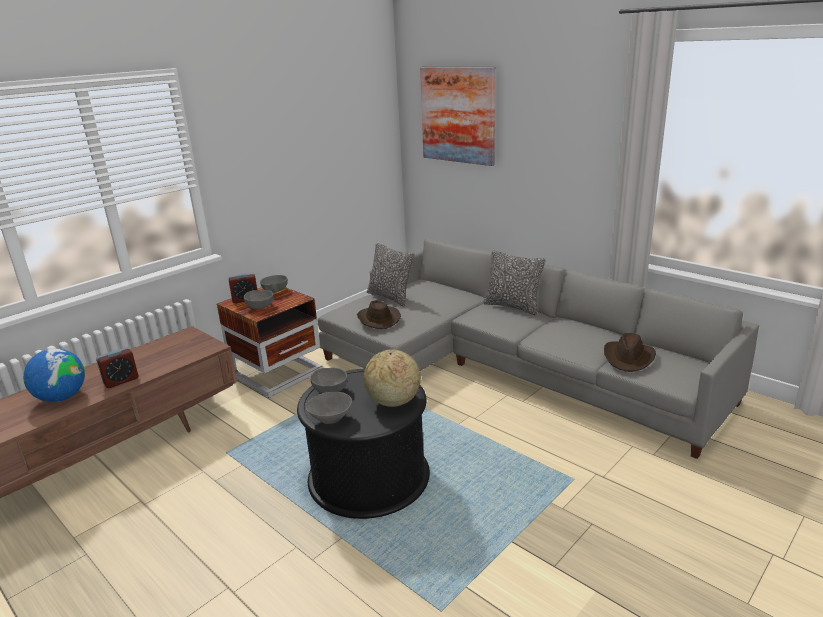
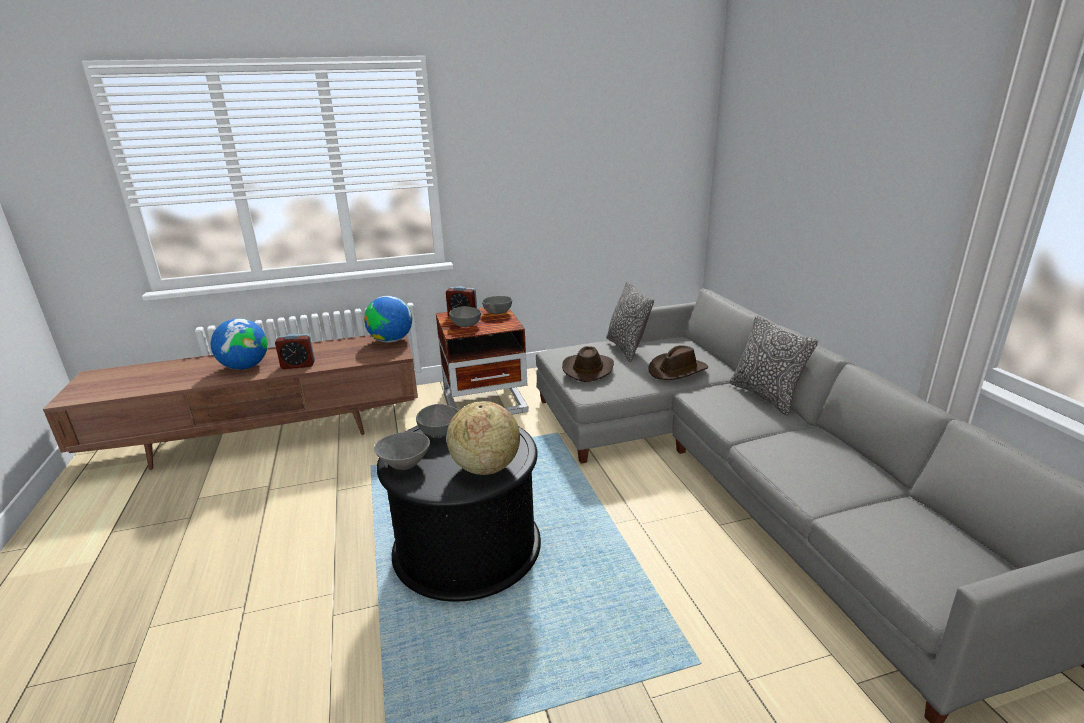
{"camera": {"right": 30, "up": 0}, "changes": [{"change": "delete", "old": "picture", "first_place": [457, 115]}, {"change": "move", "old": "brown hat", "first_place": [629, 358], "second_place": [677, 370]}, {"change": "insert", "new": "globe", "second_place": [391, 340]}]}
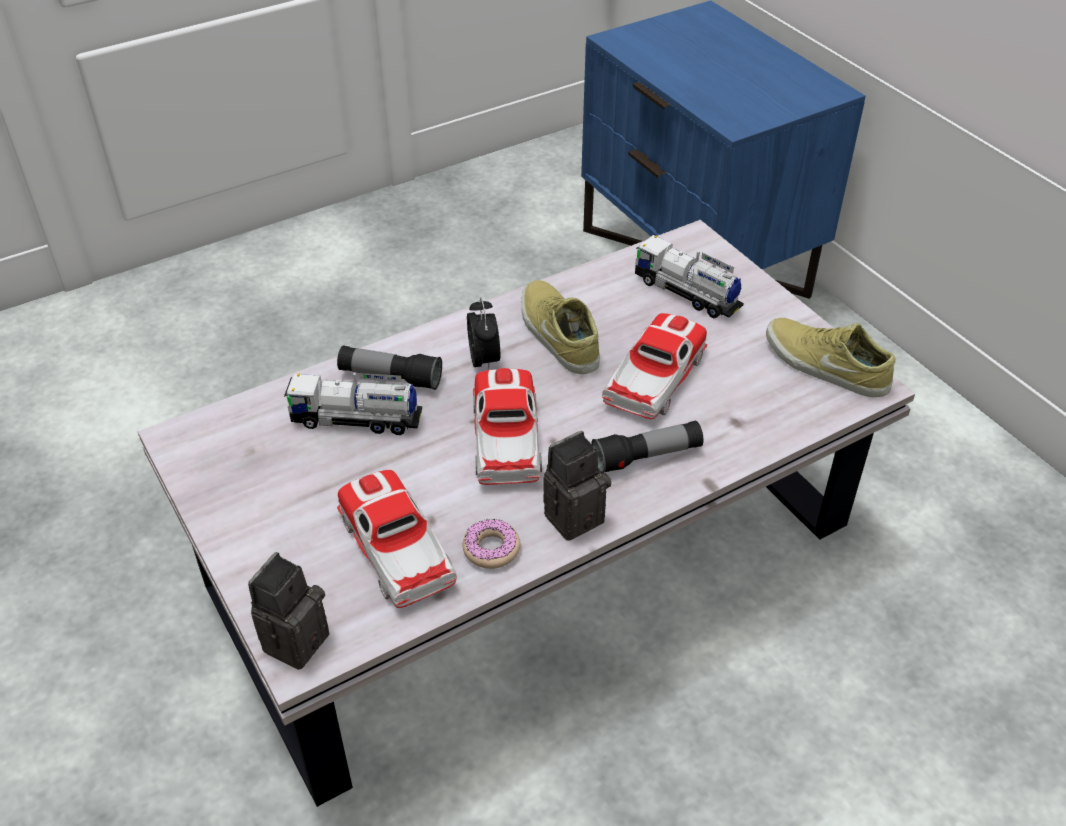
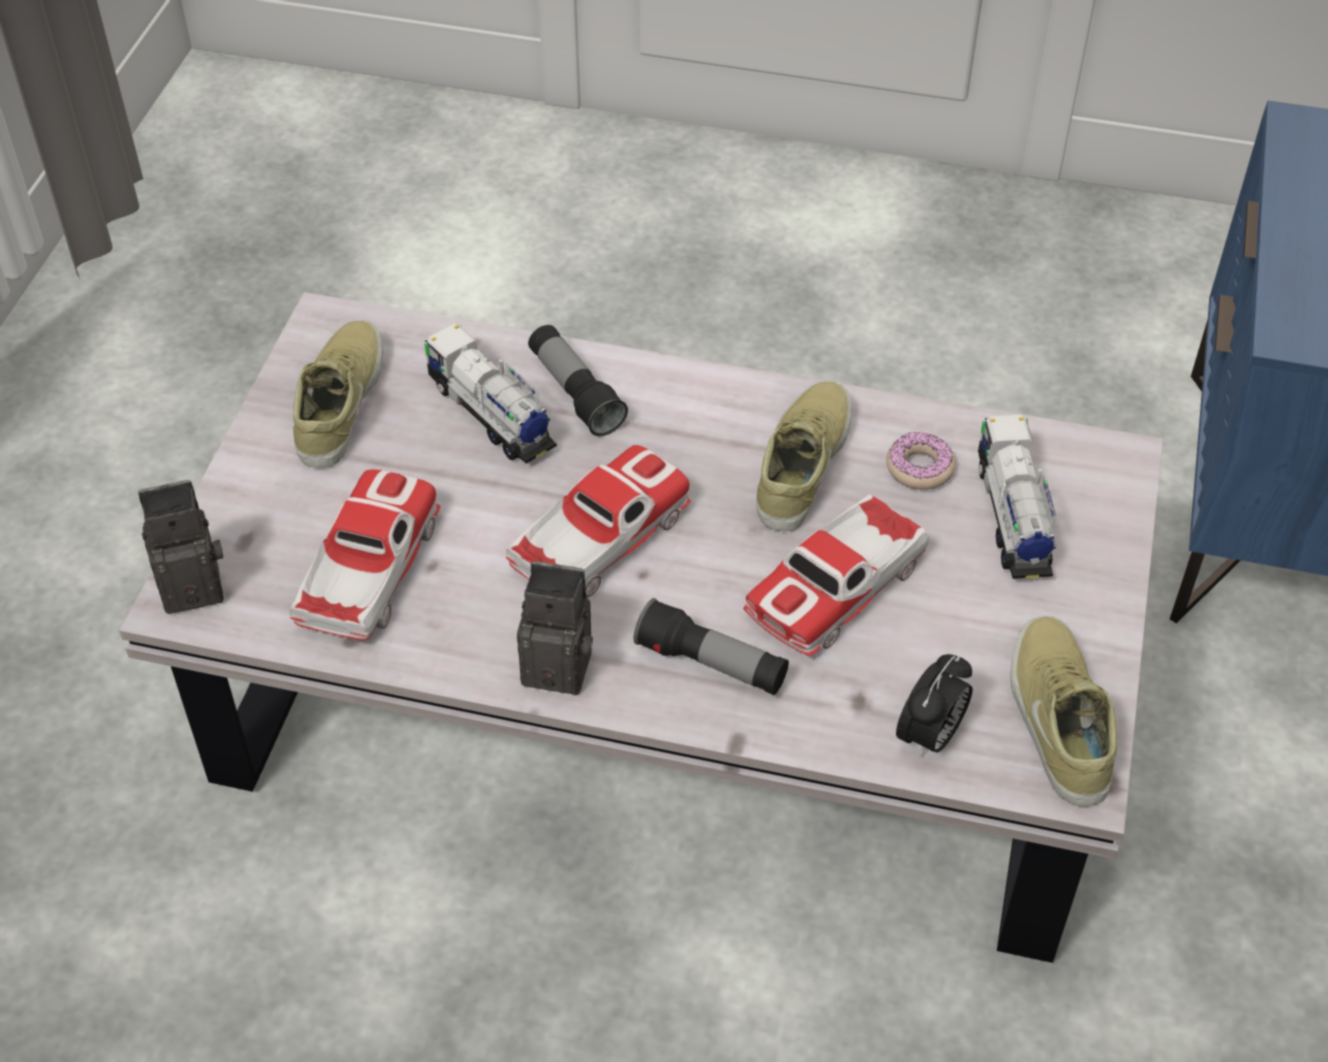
{"camera": {"right": 45, "up": 5}, "changes": [{"change": "move", "old": "alarm clock", "first_place": [484, 361], "second_place": [930, 737]}, {"change": "rotate", "old": "toy car", "first_place": [654, 379], "second_place": [836, 587], "degrees": 150}, {"change": "move", "old": "donut", "first_place": [491, 549], "second_place": [919, 468]}, {"change": "insert", "new": "beige shoe", "second_place": [337, 402]}]}
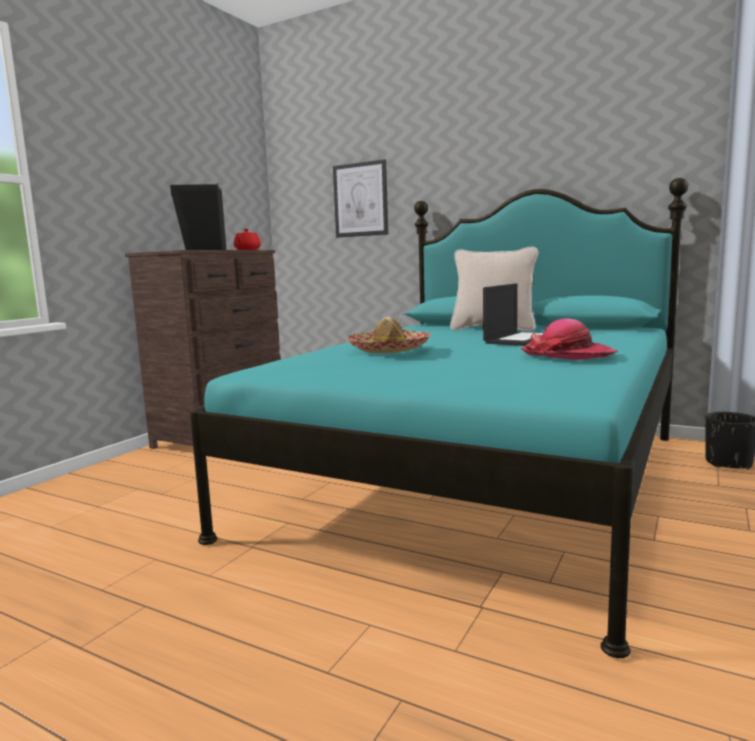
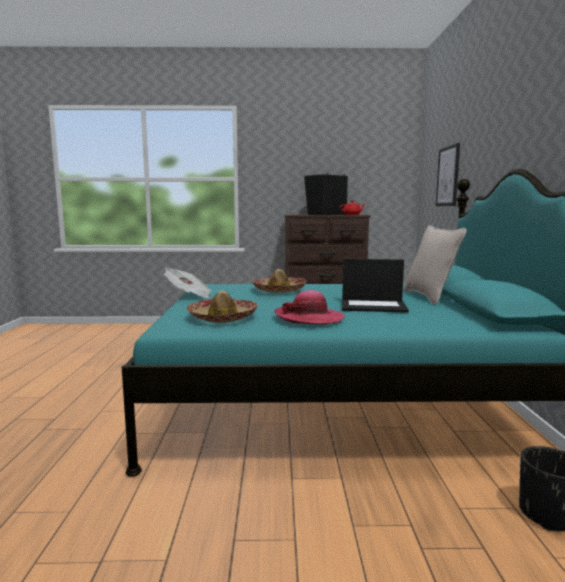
{"camera": {"right": 60, "up": 0}, "changes": [{"change": "insert", "new": "newspaper", "second_place": [189, 295]}, {"change": "insert", "new": "hat", "second_place": [223, 317]}]}
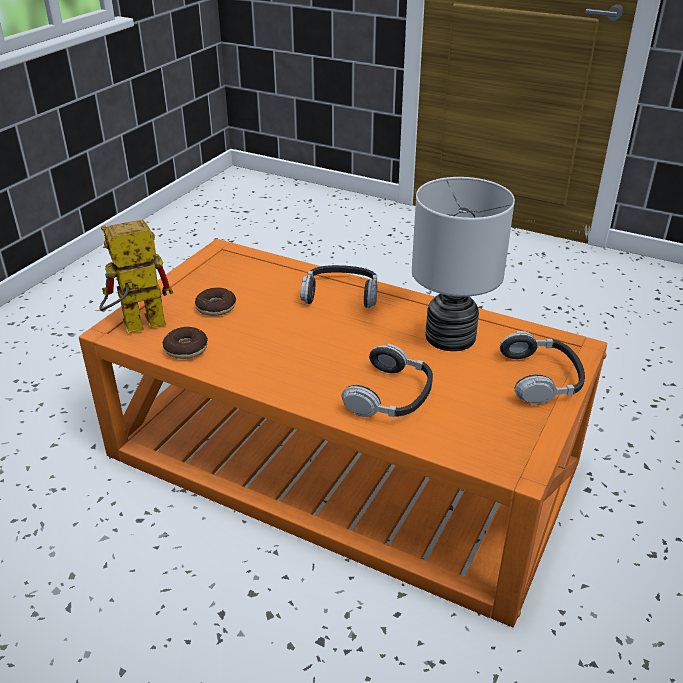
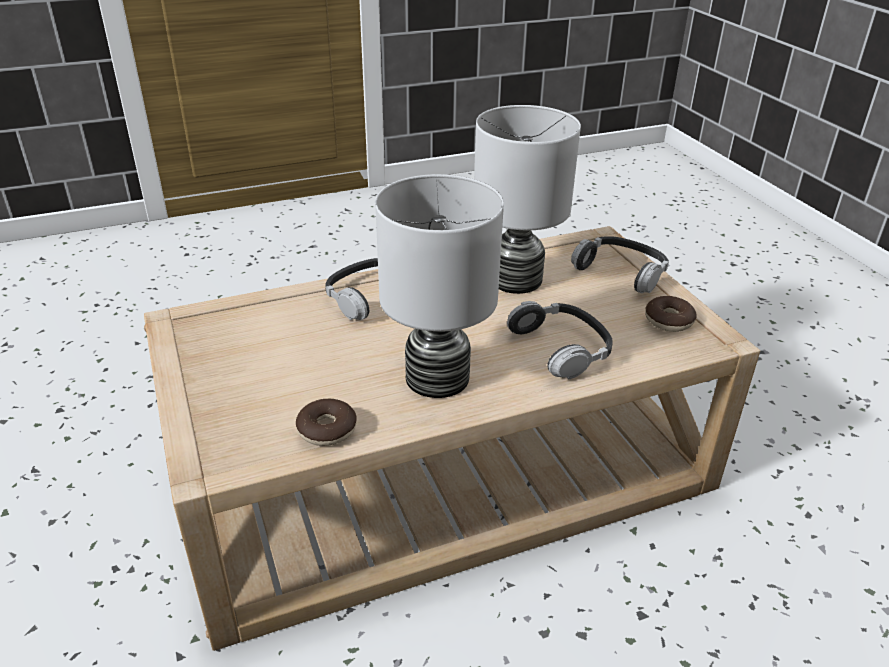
{"camera": {"right": -50, "up": 0}, "changes": [{"change": "delete", "old": "toy robot", "first_place": [135, 327]}, {"change": "recolor", "old": "orange coffee table", "new": "beige coffee table", "first_place": [339, 461], "second_place": [443, 471]}, {"change": "move", "old": "donut", "first_place": [216, 307], "second_place": [668, 320]}, {"change": "insert", "new": "grey table lamp", "second_place": [436, 378]}]}
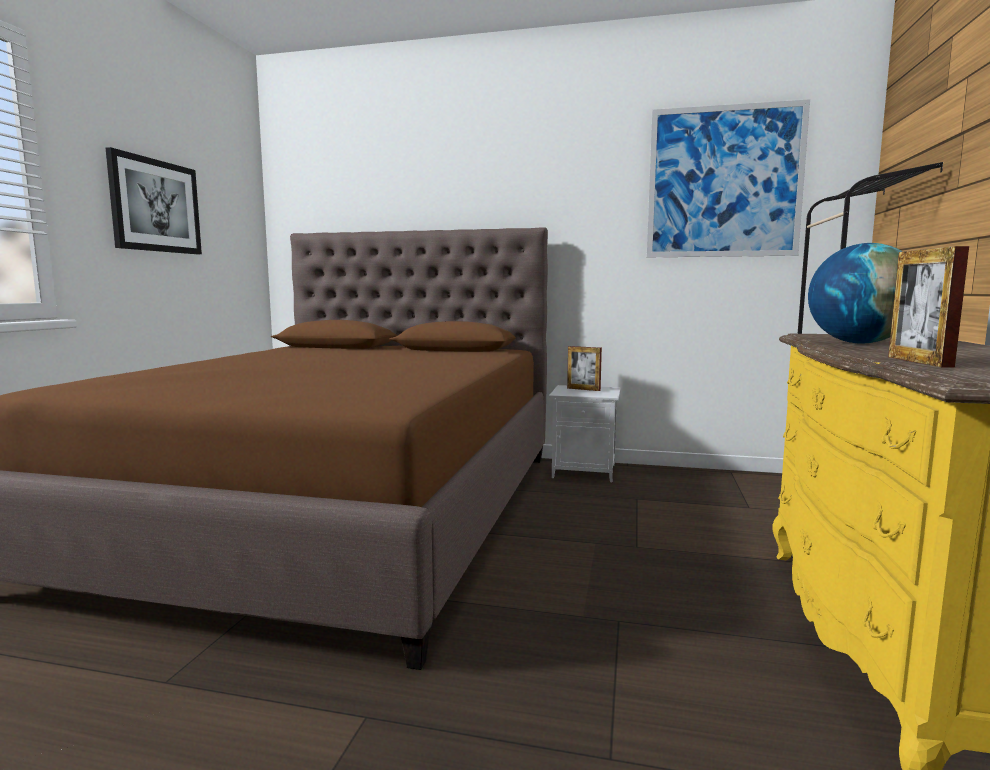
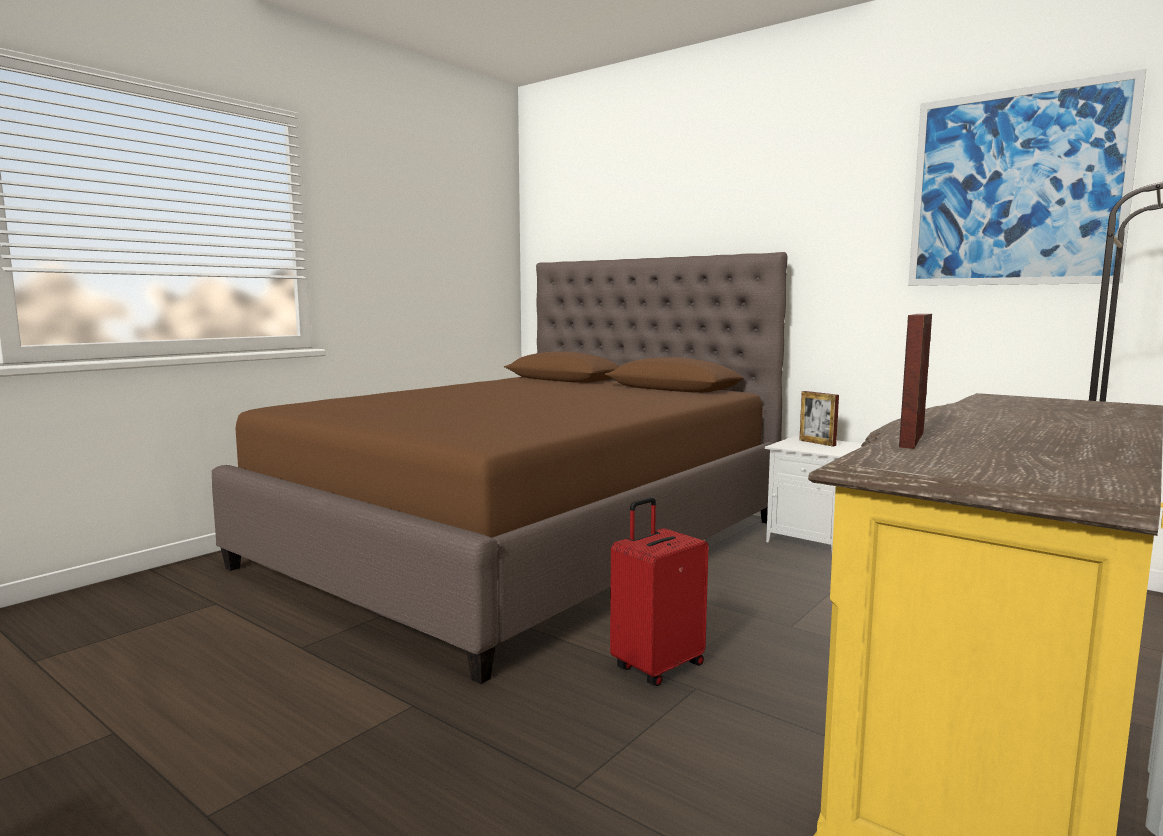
{"camera": {"right": 25, "up": 0}, "changes": [{"change": "delete", "old": "picture", "first_place": [155, 206]}, {"change": "delete", "old": "globe", "first_place": [859, 343]}, {"change": "insert", "new": "red suitcase", "second_place": [657, 666]}]}
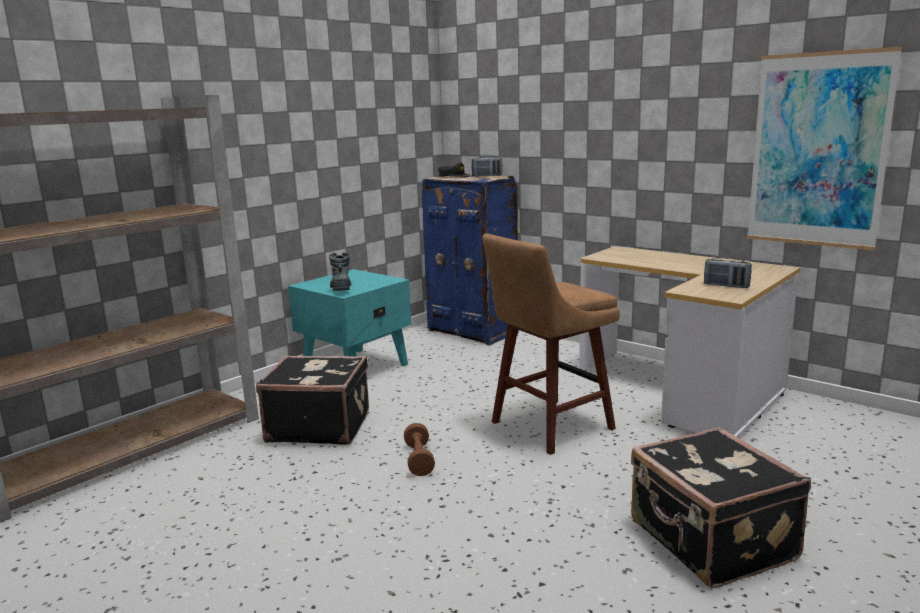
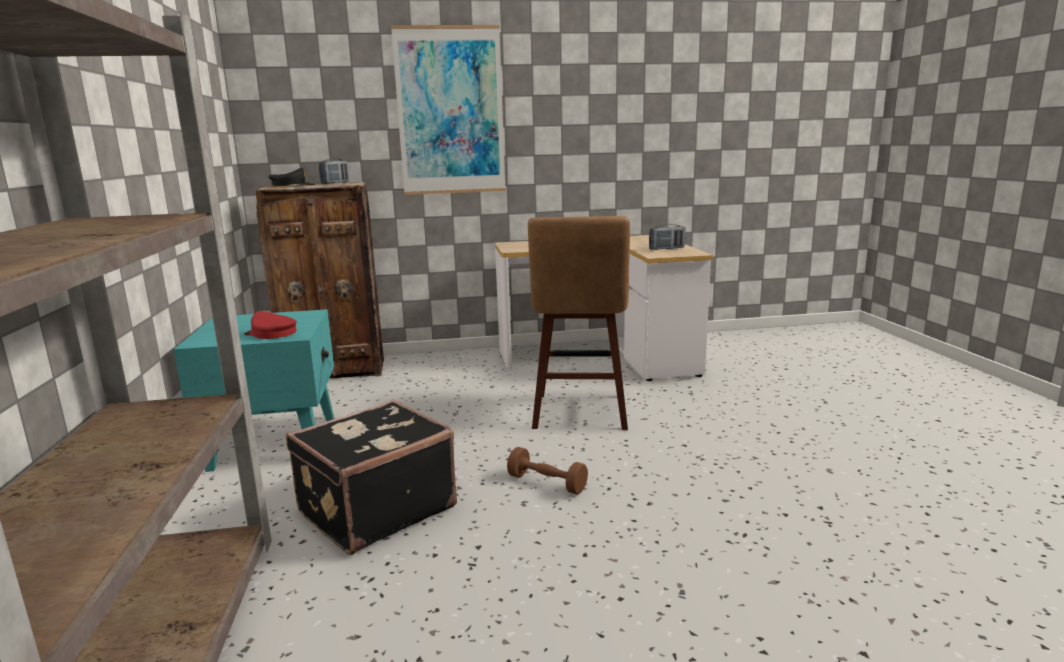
{"camera": {"right": -50, "up": 0}, "changes": [{"change": "move", "old": "picture", "first_place": [818, 151], "second_place": [450, 112]}, {"change": "recolor", "old": "blue cabinet", "new": "brown cabinet", "first_place": [473, 331], "second_place": [335, 370]}, {"change": "replace", "old": "boot", "new": "red cap", "first_place": [341, 288], "second_place": [271, 333]}, {"change": "delete", "old": "black suitcase", "first_place": [710, 542]}]}
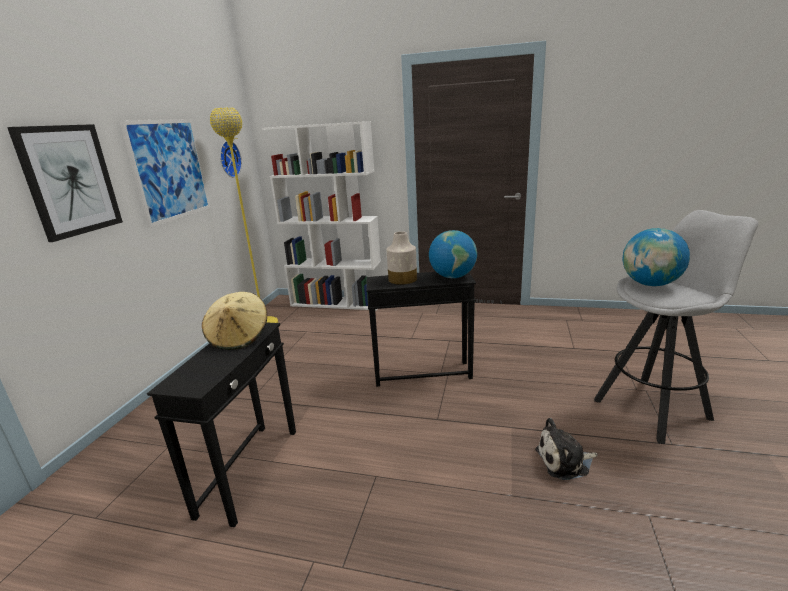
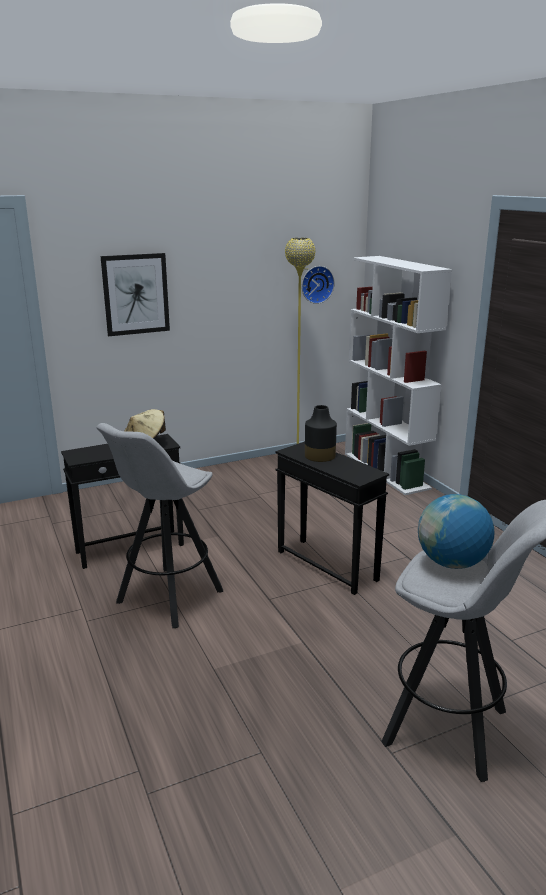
{"camera": {"right": 50, "up": 0}, "changes": [{"change": "delete", "old": "picture", "first_place": [170, 170]}, {"change": "delete", "old": "globe", "first_place": [452, 276]}, {"change": "recolor", "old": "beige vase", "new": "black vase", "first_place": [403, 279], "second_place": [320, 456]}, {"change": "delete", "old": "plush toy", "first_place": [565, 461]}, {"change": "insert", "new": "grey stool", "second_place": [167, 598]}]}
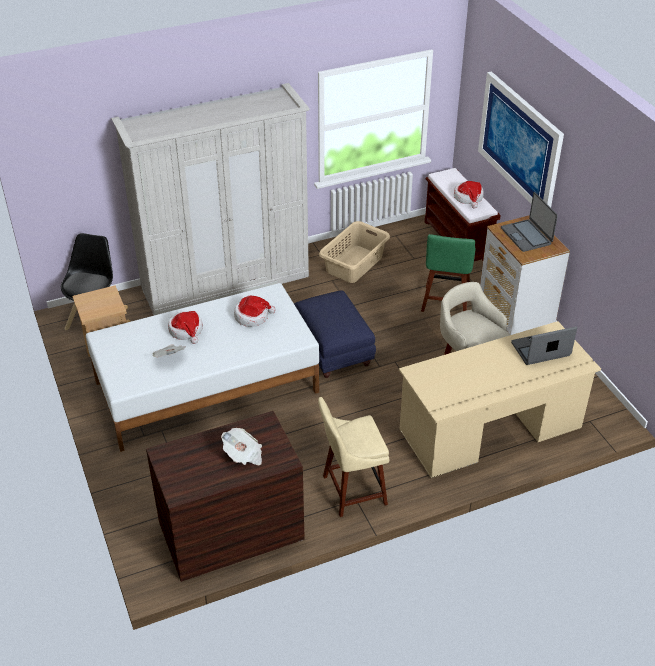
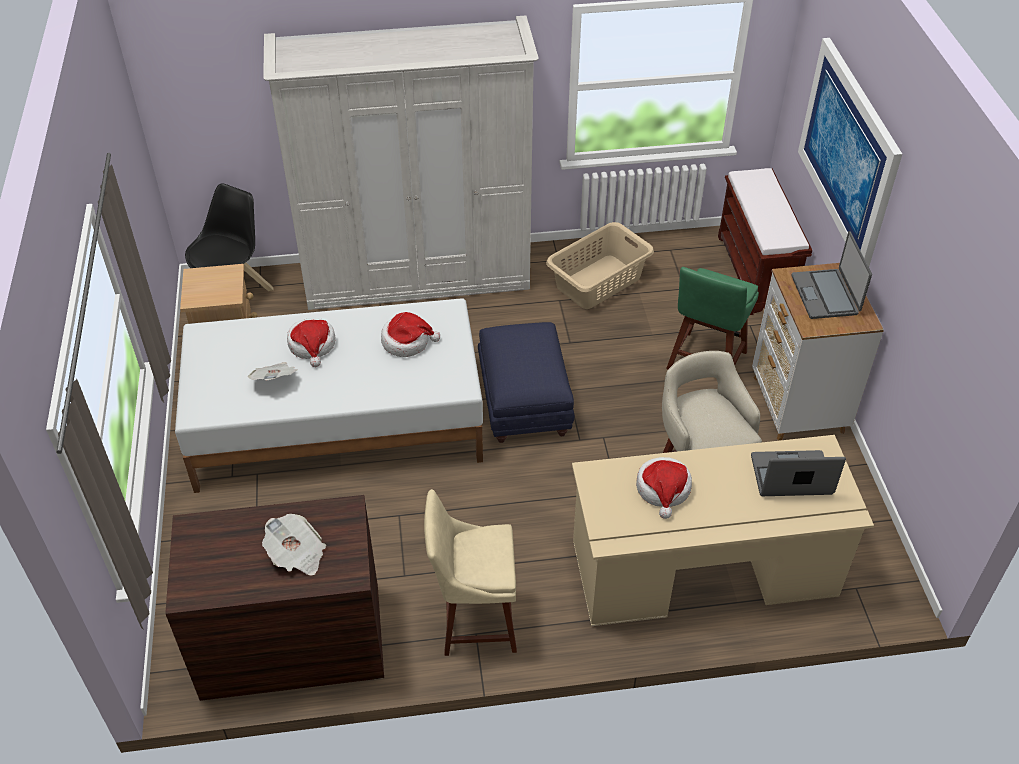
{"camera": {"right": 15, "up": 5}, "changes": [{"change": "move", "old": "hat", "first_place": [468, 198], "second_place": [663, 490]}]}
